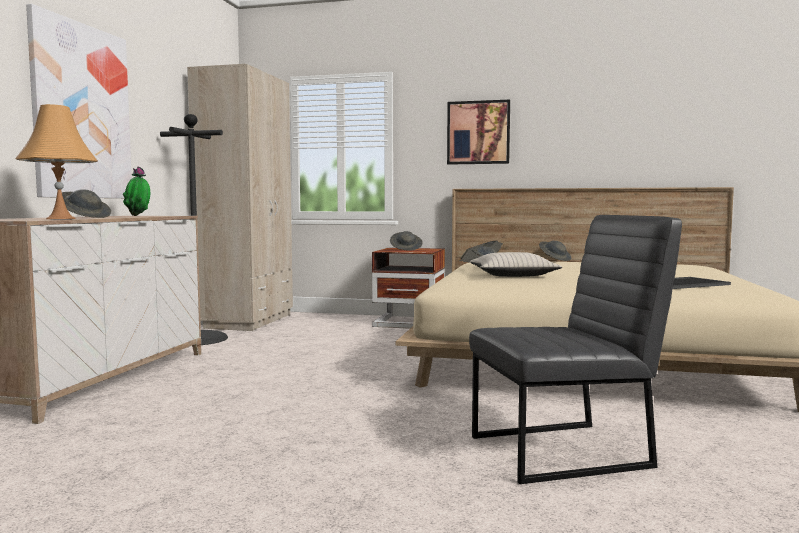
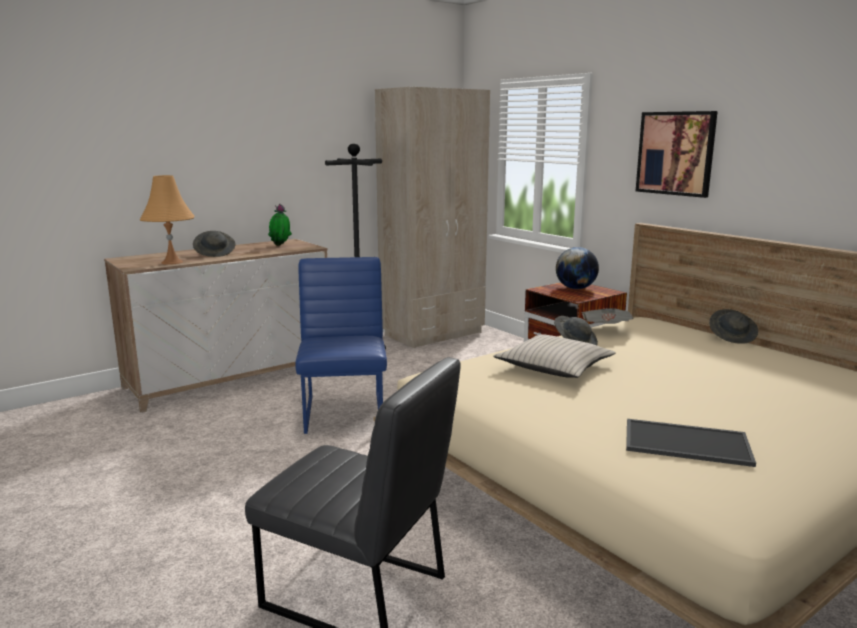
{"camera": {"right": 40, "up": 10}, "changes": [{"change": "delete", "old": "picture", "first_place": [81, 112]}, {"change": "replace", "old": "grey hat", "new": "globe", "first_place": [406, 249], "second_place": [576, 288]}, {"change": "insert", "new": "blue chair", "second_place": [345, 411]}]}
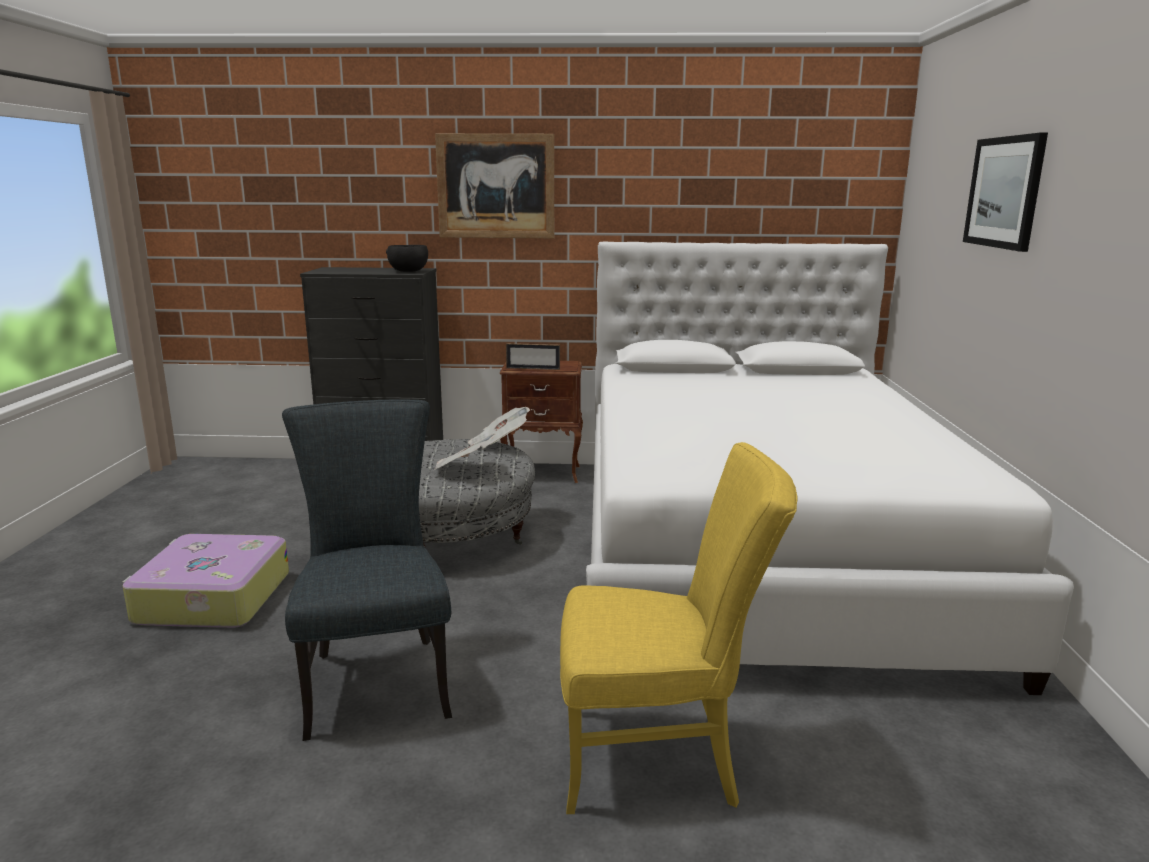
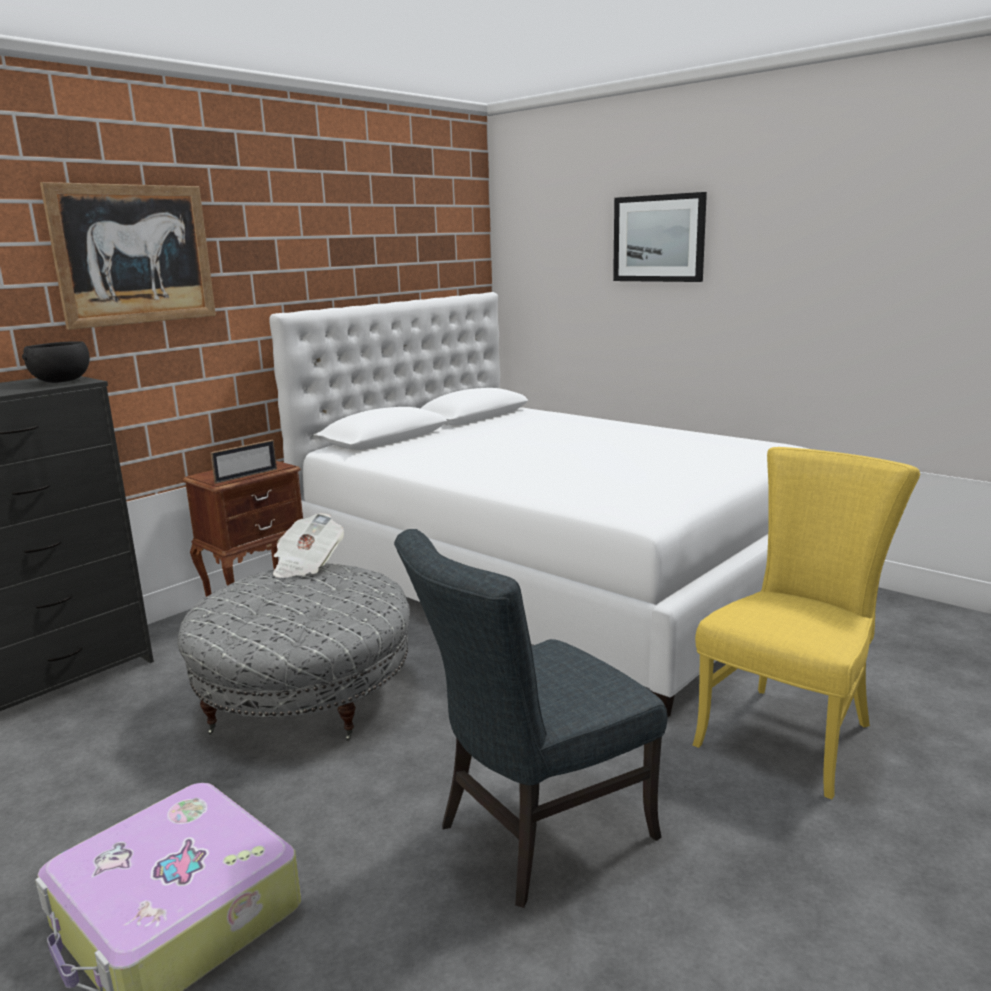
{"camera": {"right": -50, "up": 0}, "changes": [{"change": "rotate", "old": "grey chair", "first_place": [377, 678], "second_place": [534, 834], "degrees": -60}, {"change": "delete", "old": "newspaper", "first_place": [463, 468]}]}
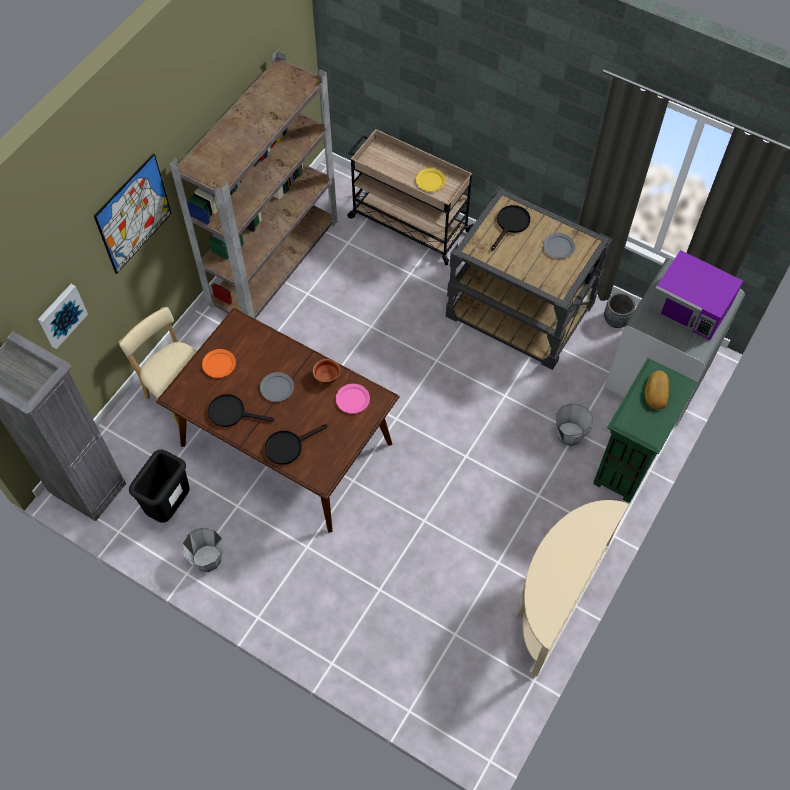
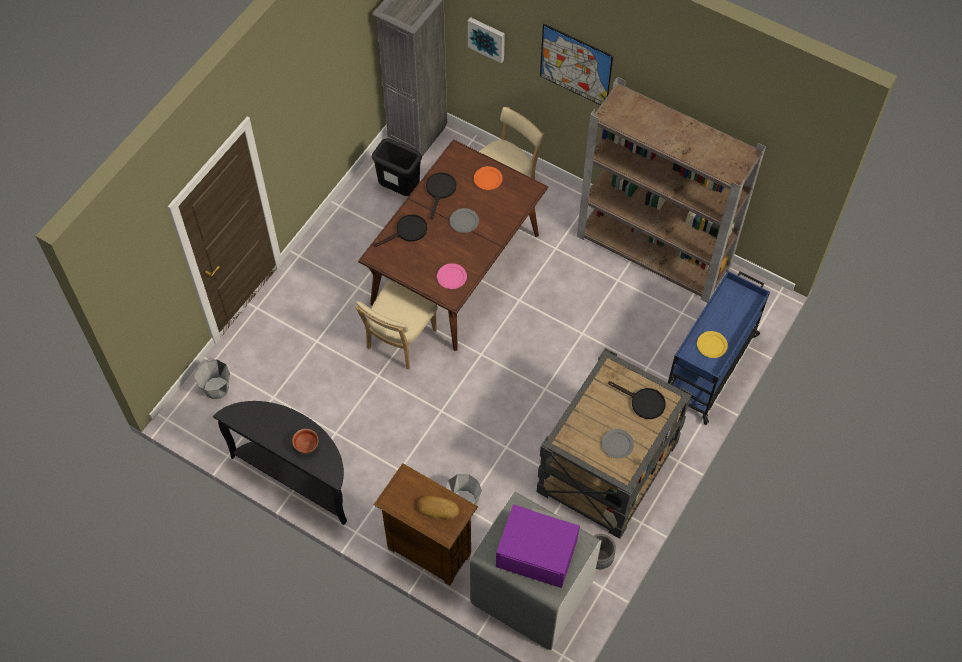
{"camera": {"right": 90, "up": 0}, "changes": [{"change": "recolor", "old": "beige cart", "new": "blue cart", "first_place": [408, 224], "second_place": [710, 366]}, {"change": "rotate", "old": "purple microwave", "first_place": [690, 307], "second_place": [536, 552], "degrees": 75}, {"change": "recolor", "old": "green cabinet", "new": "brown cabinet", "first_place": [627, 466], "second_place": [428, 552]}, {"change": "move", "old": "bowl", "first_place": [327, 376], "second_place": [307, 445]}, {"change": "rotate", "old": "black frying pan", "first_place": [288, 446], "second_place": [407, 232], "degrees": 90}, {"change": "recolor", "old": "beige console table", "new": "black console table", "first_place": [553, 599], "second_place": [298, 476]}, {"change": "move", "old": "grey bucket", "first_place": [207, 558], "second_place": [216, 388]}, {"change": "insert", "new": "beige chair", "second_place": [399, 341]}]}
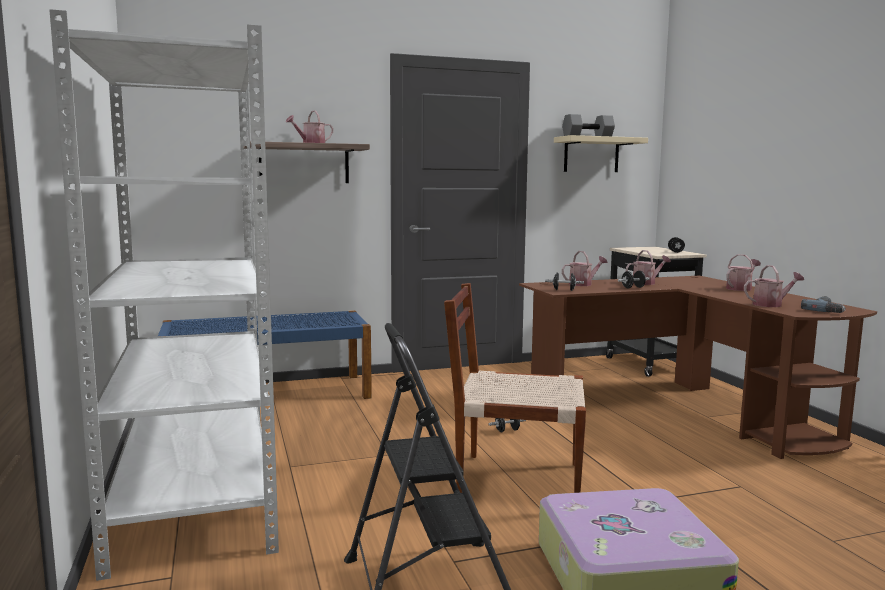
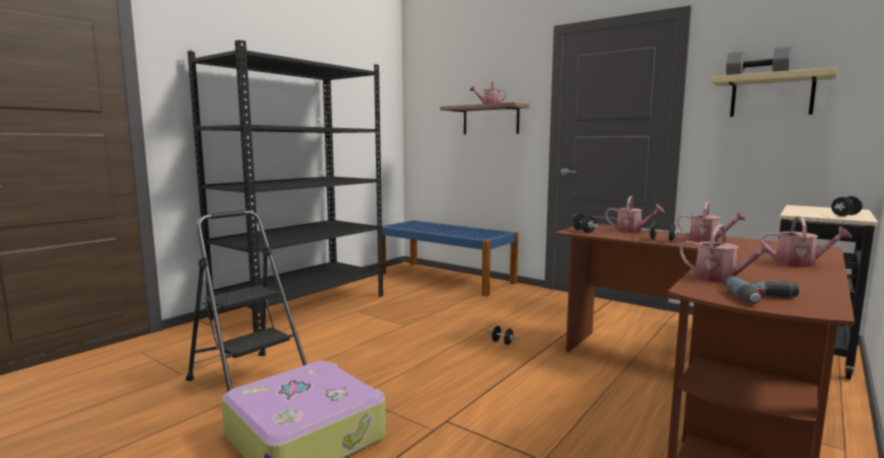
{"camera": {"right": 55, "up": 0}, "changes": [{"change": "recolor", "old": "white bookcase", "new": "black bookcase", "first_place": [196, 494], "second_place": [302, 306]}, {"change": "delete", "old": "chair", "first_place": [515, 481]}]}
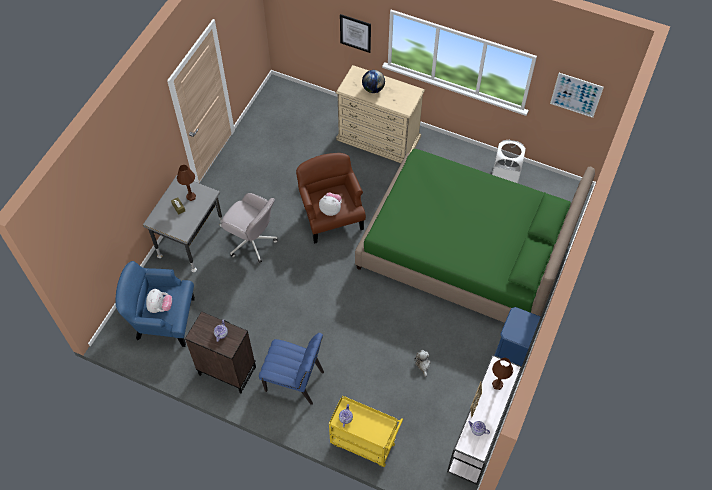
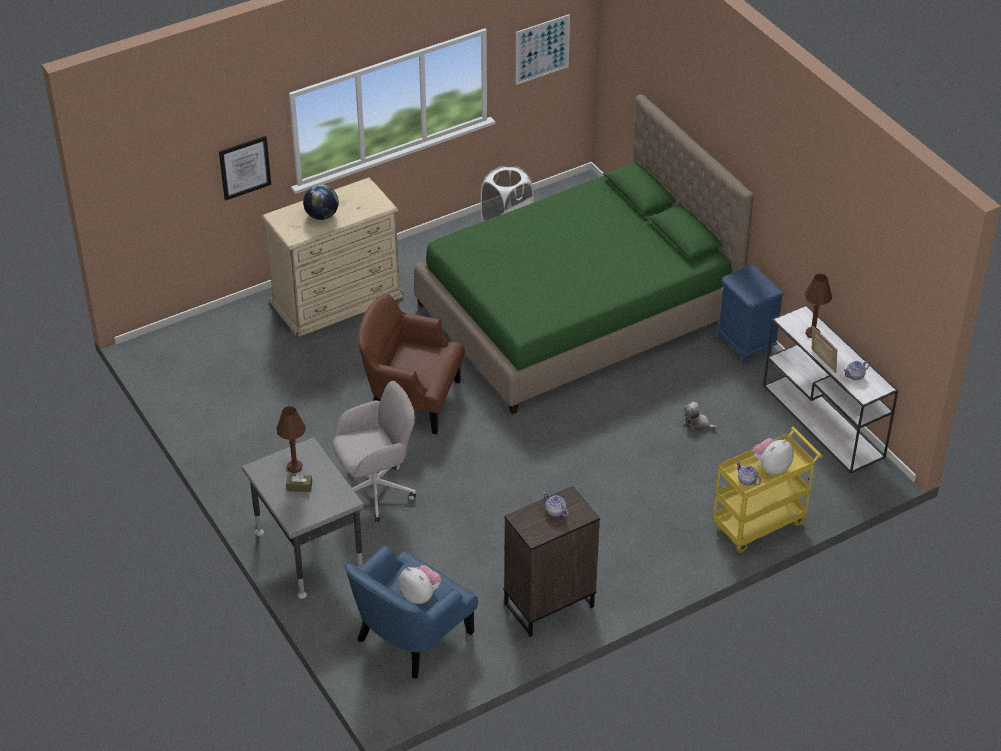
{"camera": {"right": -55, "up": -15}, "changes": [{"change": "move", "old": "plush toy", "first_place": [331, 209], "second_place": [771, 467]}, {"change": "delete", "old": "blue chair", "first_place": [294, 381]}]}
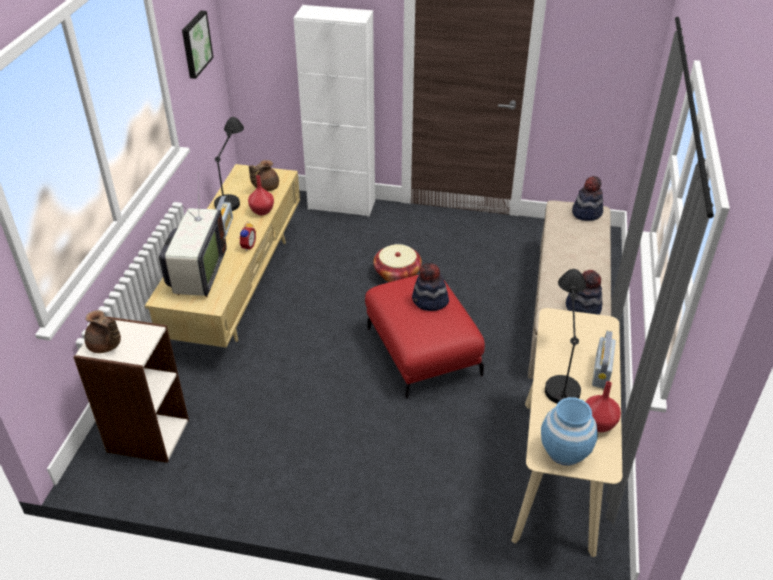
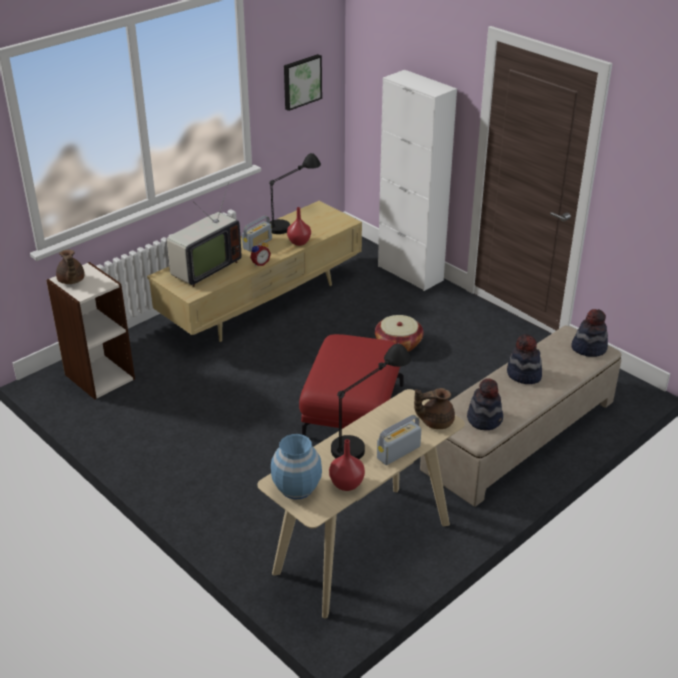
{"camera": {"right": 35, "up": -5}, "changes": [{"change": "move", "old": "brown teapot", "first_place": [265, 187], "second_place": [435, 421]}, {"change": "move", "old": "hat", "first_place": [430, 301], "second_place": [523, 375]}]}
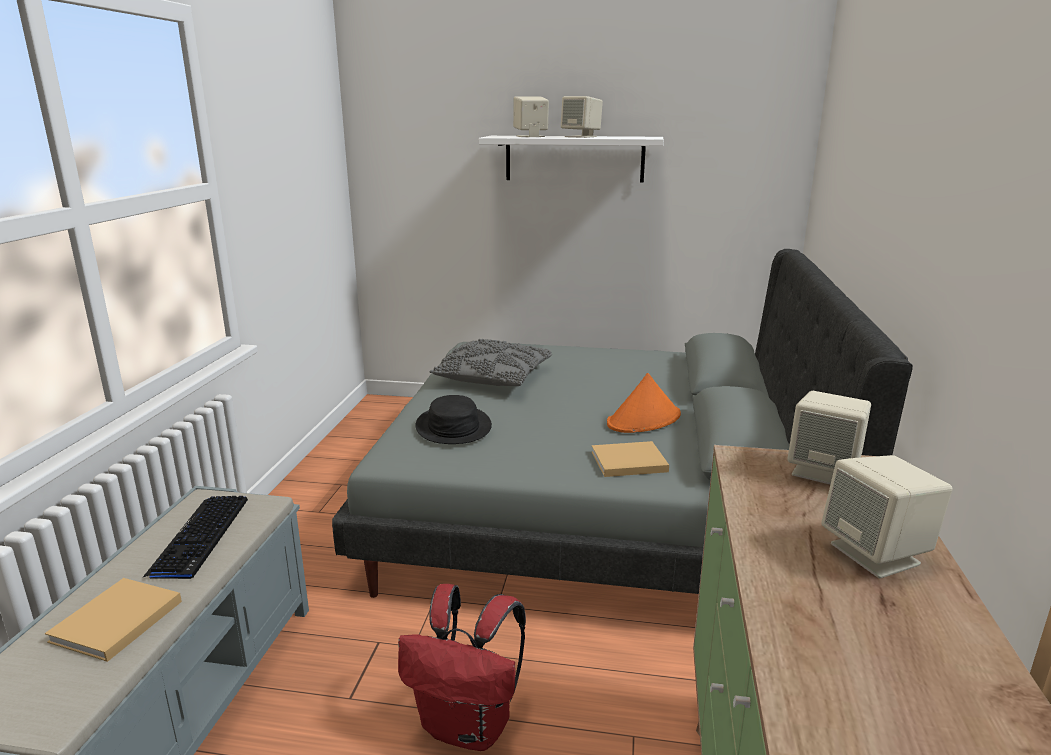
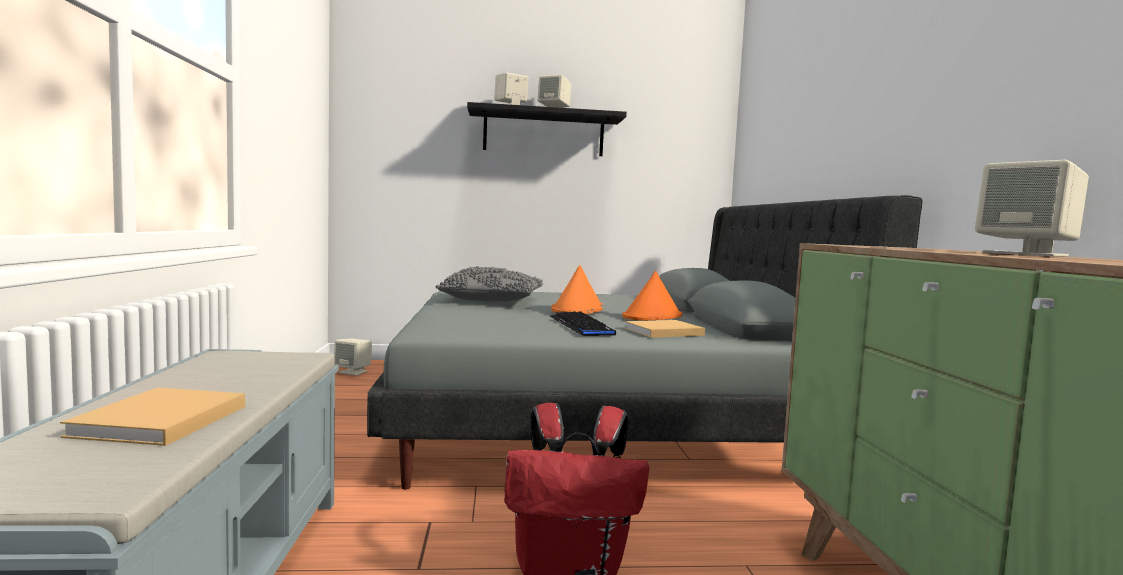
{"camera": {"right": -15, "up": -15}, "changes": [{"change": "recolor", "old": "white shelf", "new": "black shelf", "first_place": [574, 158], "second_place": [543, 134]}, {"change": "move", "old": "beige speaker", "first_place": [824, 472], "second_place": [353, 372]}, {"change": "delete", "old": "black hat", "first_place": [453, 427]}, {"change": "move", "old": "keyboard", "first_place": [200, 537], "second_place": [581, 326]}, {"change": "insert", "new": "orange hat", "second_place": [577, 310]}]}
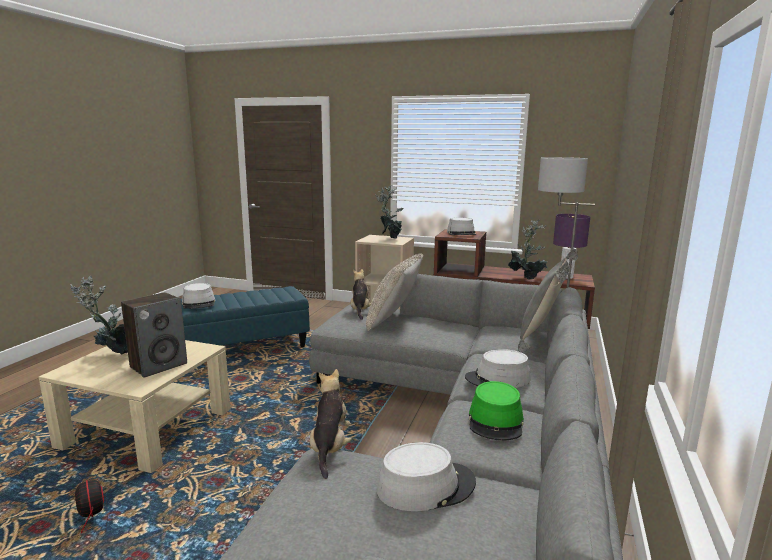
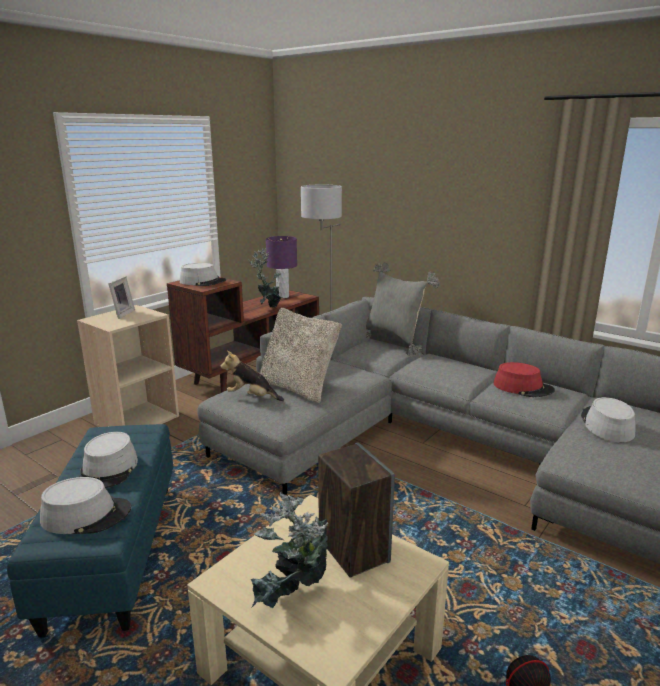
{"camera": {"right": -70, "up": 5}, "changes": [{"change": "replace", "old": "potted plant", "new": "picture frame", "first_place": [390, 238], "second_place": [121, 314]}, {"change": "move", "old": "grey hat", "first_place": [498, 379], "second_place": [108, 470]}, {"change": "delete", "old": "plush toy", "first_place": [330, 447]}, {"change": "recolor", "old": "green hat", "new": "red hat", "first_place": [496, 421], "second_place": [523, 387]}]}
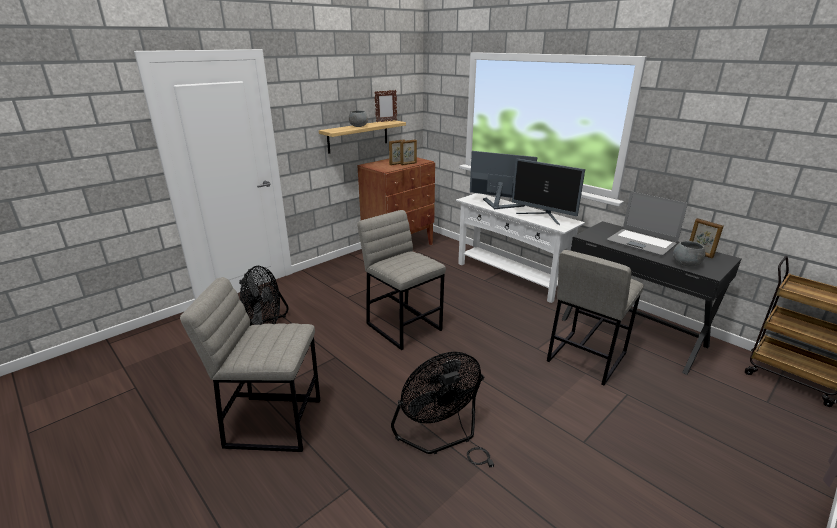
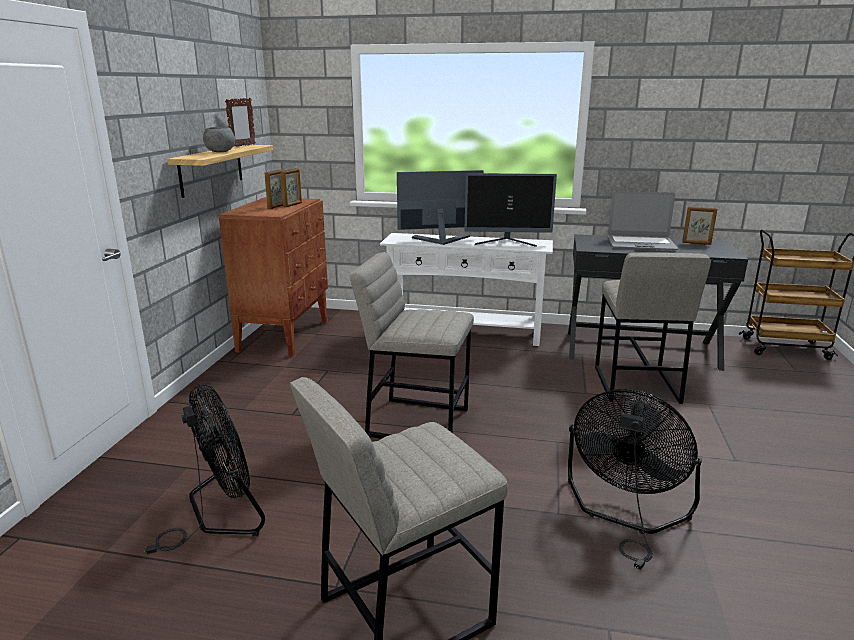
{"camera": {"right": -35, "up": -5}, "changes": [{"change": "delete", "old": "grey bowl", "first_place": [686, 264]}, {"change": "rotate", "old": "black fan", "first_place": [448, 436], "second_place": [625, 515], "degrees": 90}]}
